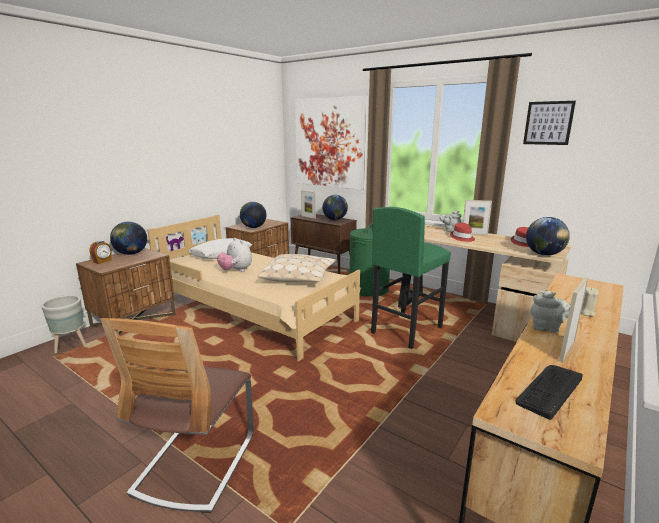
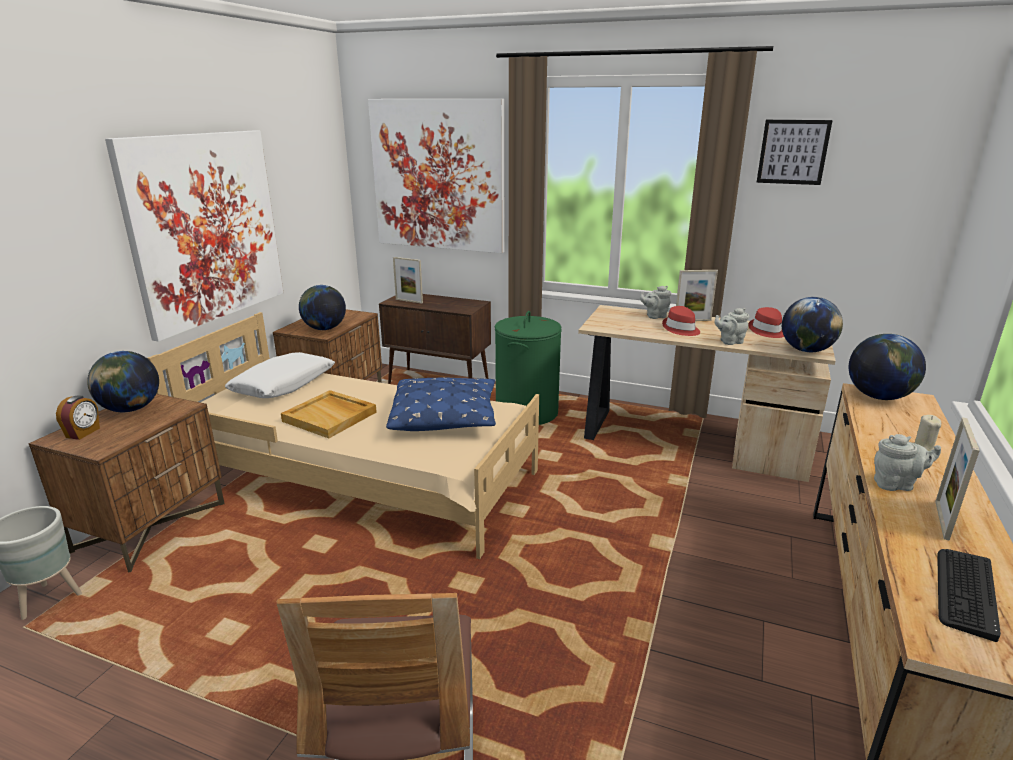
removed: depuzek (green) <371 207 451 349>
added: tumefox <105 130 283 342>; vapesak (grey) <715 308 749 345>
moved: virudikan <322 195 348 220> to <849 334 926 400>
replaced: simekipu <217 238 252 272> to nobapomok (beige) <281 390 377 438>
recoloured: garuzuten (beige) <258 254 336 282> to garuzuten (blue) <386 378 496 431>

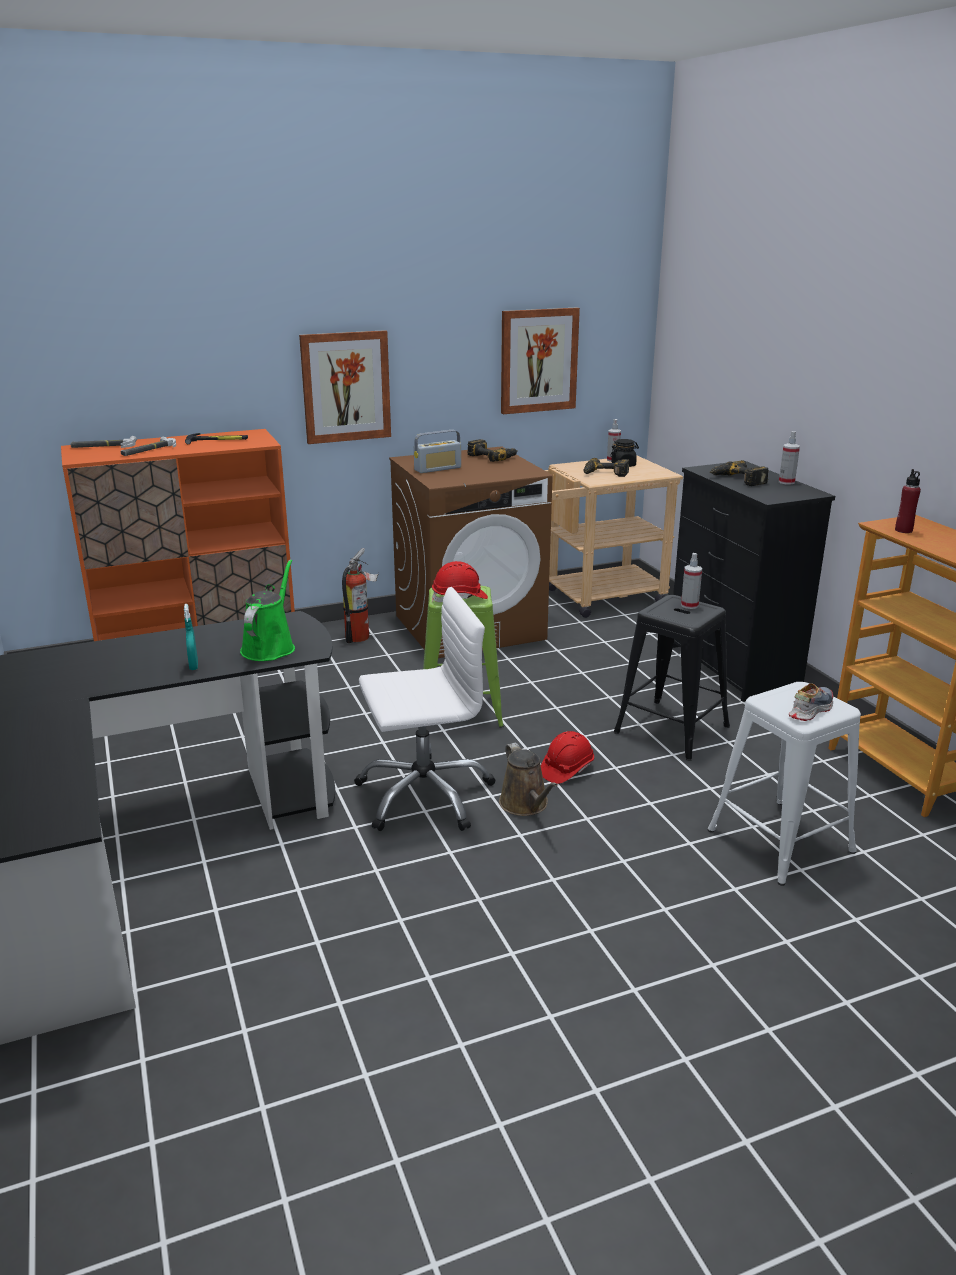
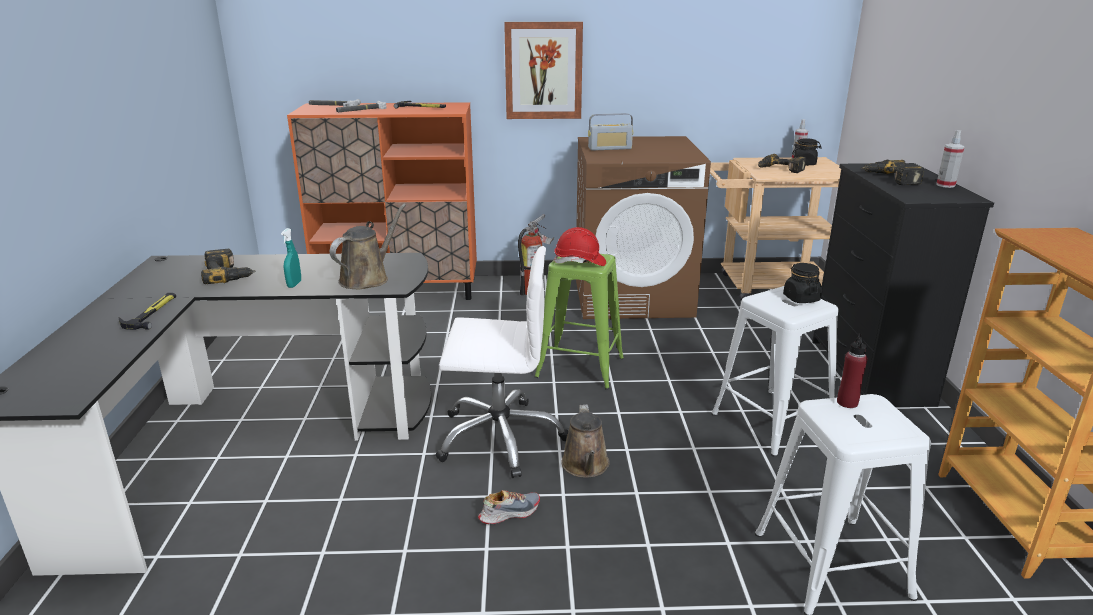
removed: tumefox <501 308 580 414>; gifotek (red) <541 731 594 784>
added: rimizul <119 293 176 330>
moved: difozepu <467 439 518 462> to <201 249 256 284>; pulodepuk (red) <895 469 921 533> to <837 333 868 408>; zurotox <789 683 833 721> to <478 490 540 524>
replaced: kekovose <681 553 702 609> to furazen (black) <783 263 822 303>
recoloured: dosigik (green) <240 560 295 661> to dosigik (brown) <330 204 406 289>; depuzek (black) <614 595 730 761> to depuzek (white) <711 286 839 457>

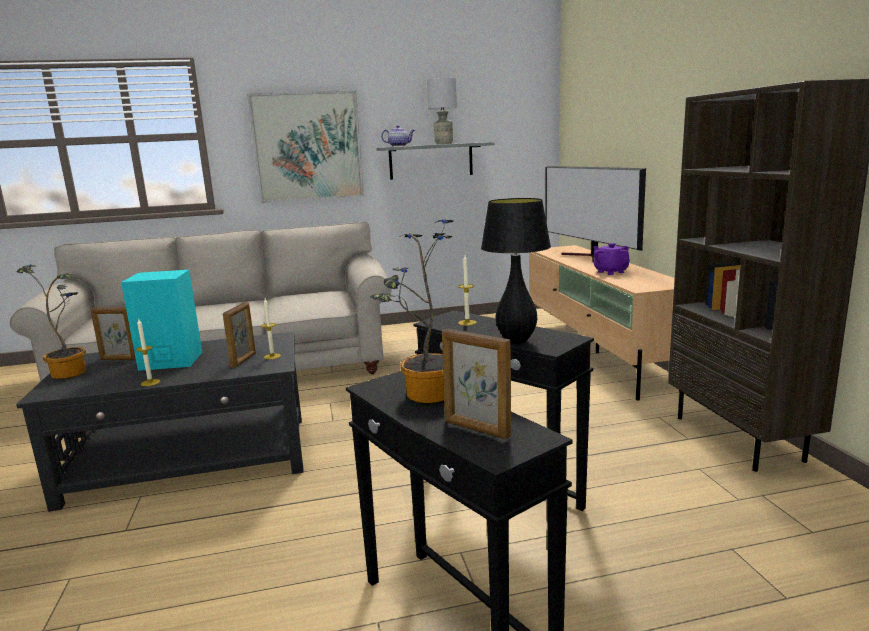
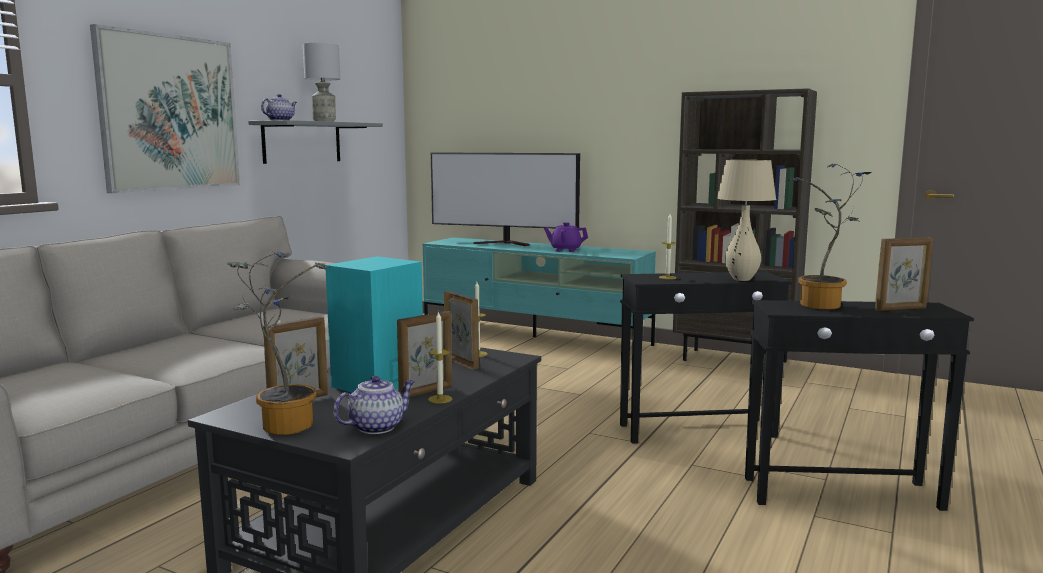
added: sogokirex <397 311 452 398>; vapesak <333 376 415 434>
recoloured: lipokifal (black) <481 198 551 344> to lipokifal (beige) <717 160 776 281>; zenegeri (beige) <529 245 675 400> to zenegeri (turquoise) <423 237 656 346>

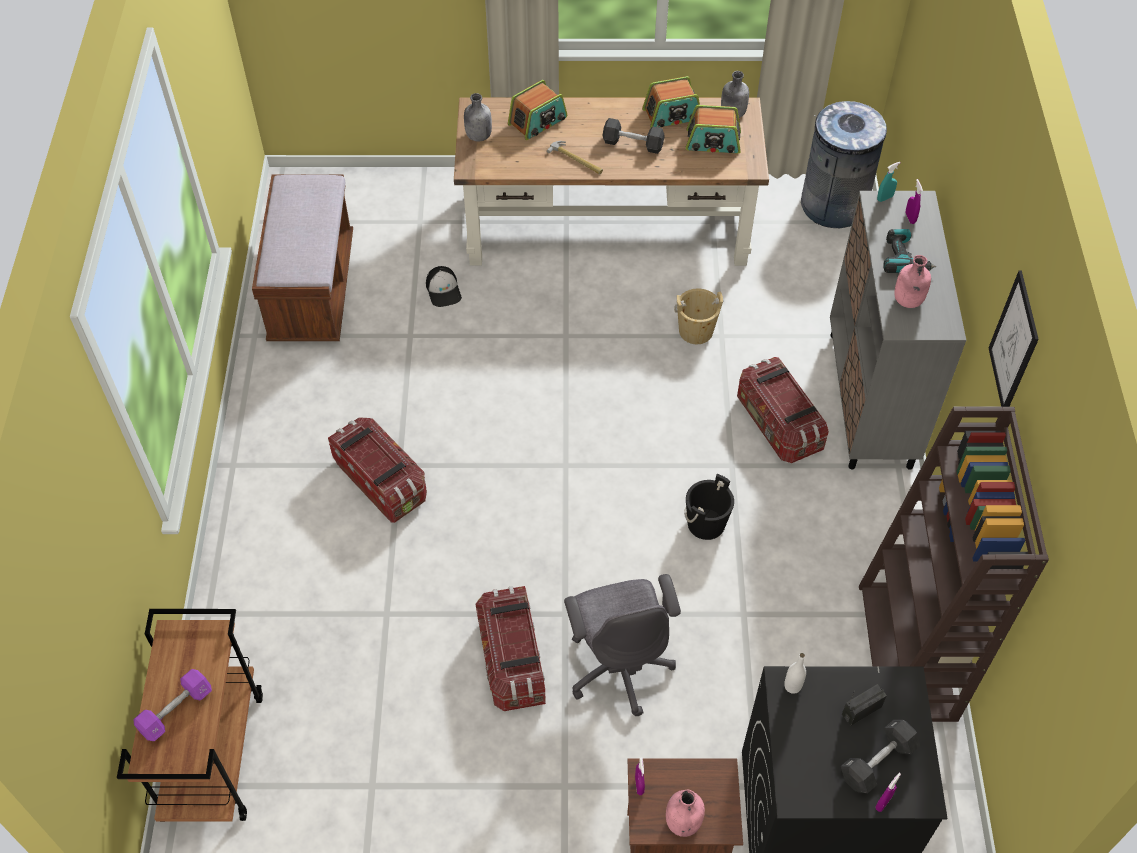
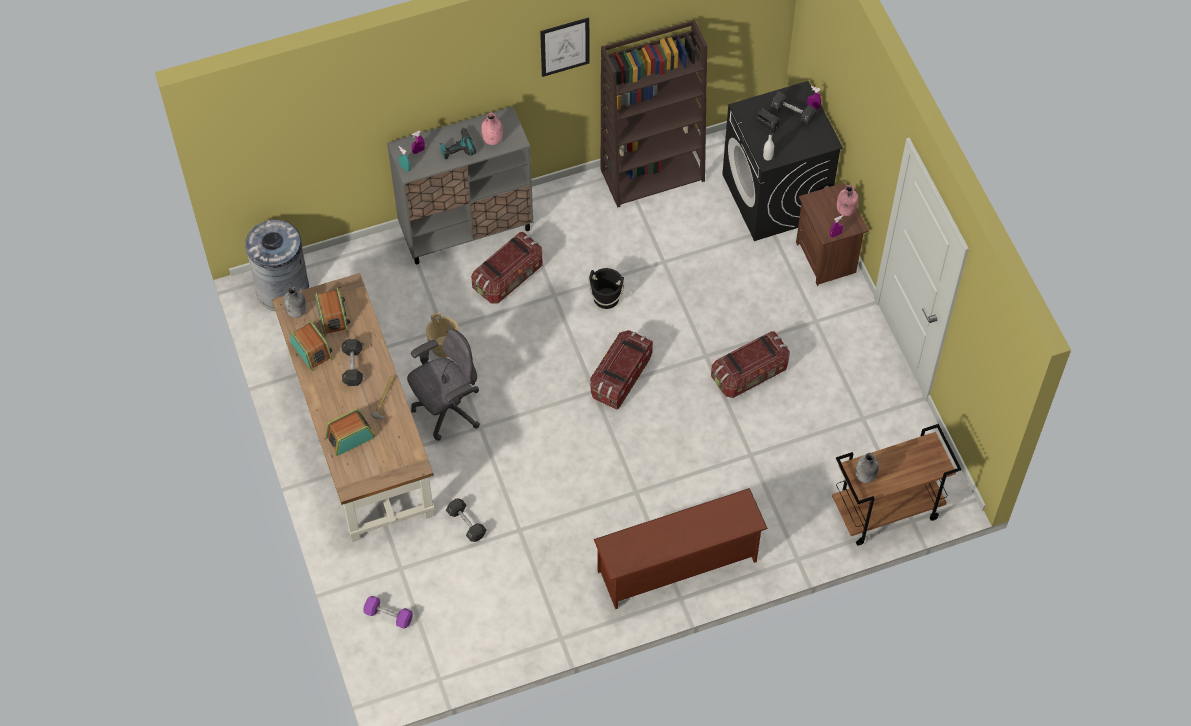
removed: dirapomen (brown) <252 174 353 341>
added: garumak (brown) <594 488 768 609>
moved: pulodepuk (grey) <464 93 492 142> to <855 453 879 483>; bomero <328 417 427 523> to <590 330 653 410>; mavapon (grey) <564 574 681 716> to <407 329 480 441>; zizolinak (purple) <133 669 212 741> to <363 596 413 629>
replaced: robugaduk <426 266 462 307> to zizolinak (black) <446 498 487 542>
turned: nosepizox <508 80 567 140> = <325 409 375 456> 60 degrees counterclockwise

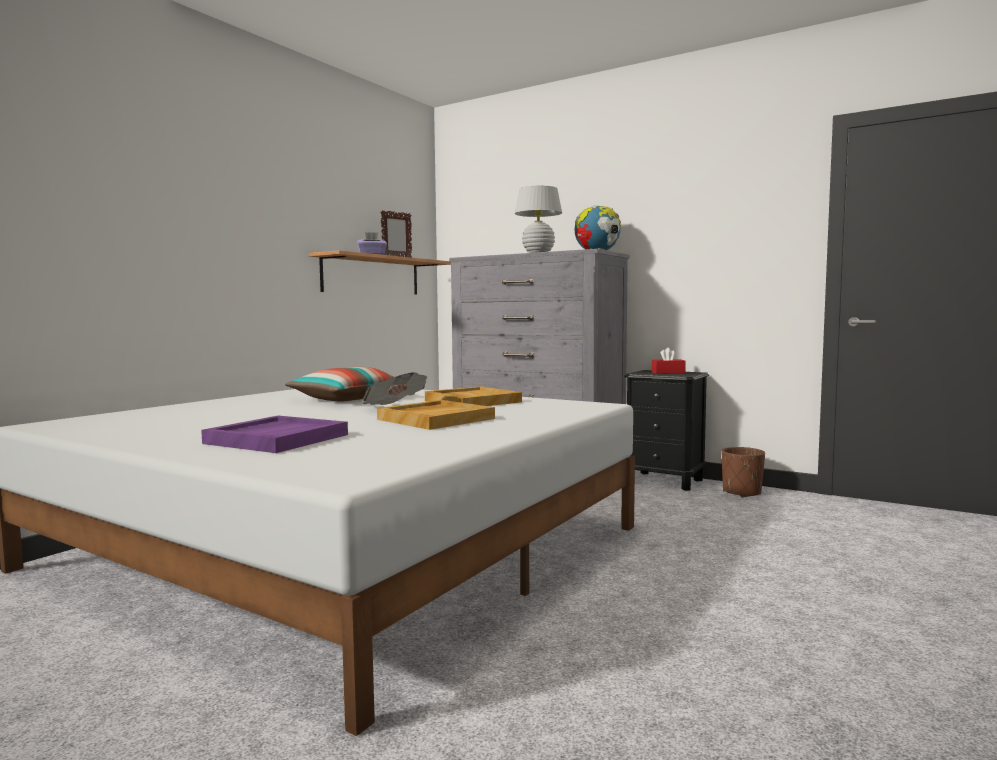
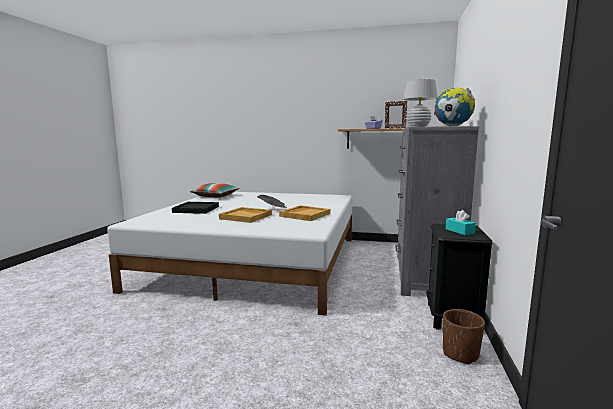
moved: garuzuten <285 367 393 402> to <190 183 240 198>
recoloured: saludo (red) <652 348 686 374> to saludo (turquoise) <446 210 476 235>; nobapomok (purple) <201 416 348 453> to nobapomok (black) <172 202 219 214>

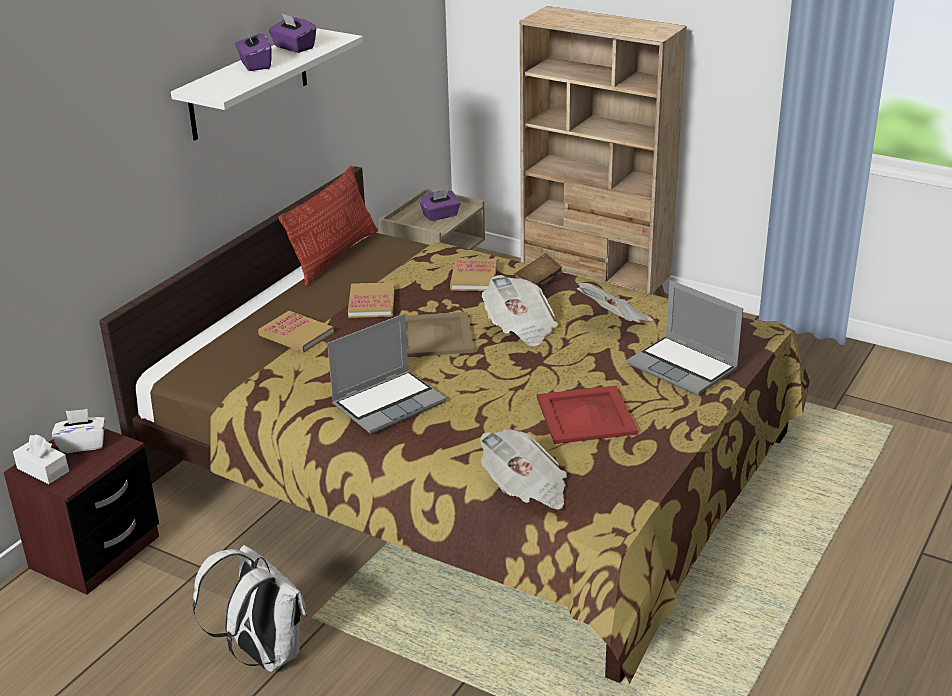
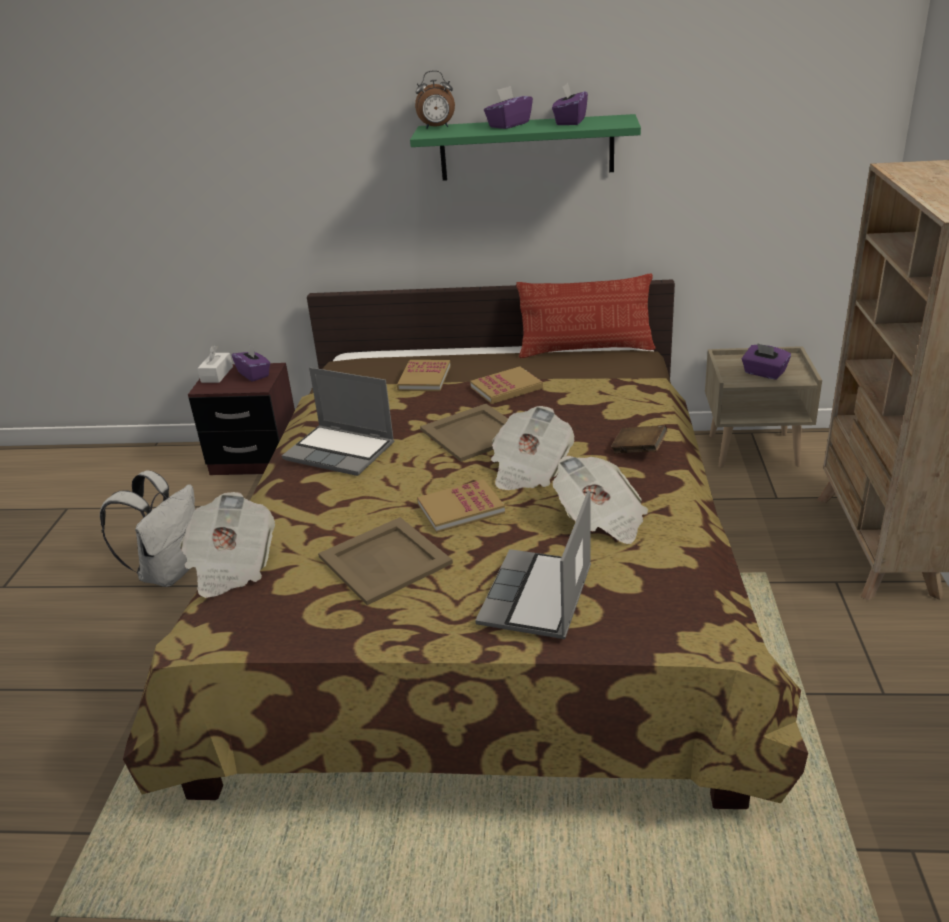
added: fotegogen <415 71 455 129>
moved: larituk <450 258 497 291> to <417 479 505 533>
recoloured: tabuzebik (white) <171 28 363 141> to tabuzebik (green) <410 114 641 181>; nobapomok (red) <537 386 638 444> to nobapomok (beige) <318 517 453 605>; saludo (white) <52 409 105 453> to saludo (purple) <232 344 270 382>

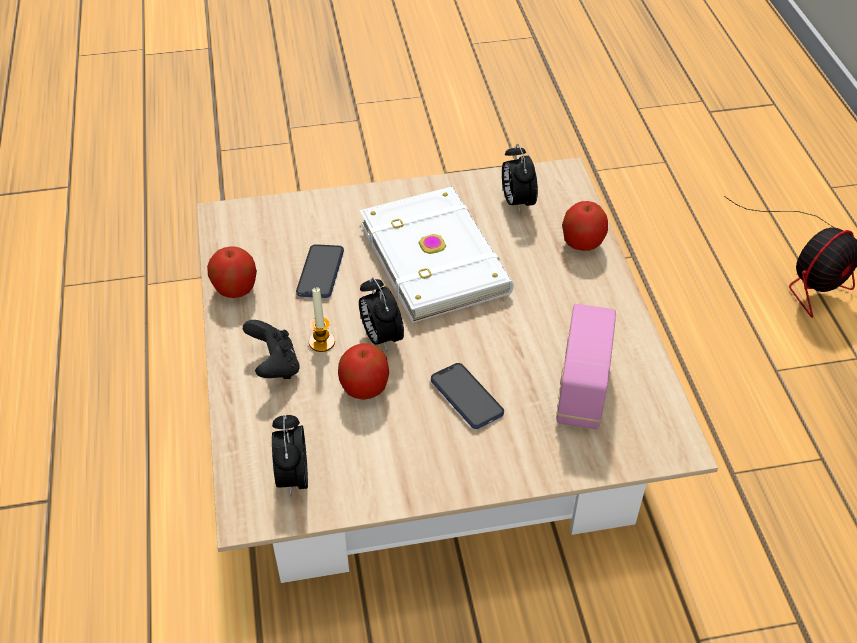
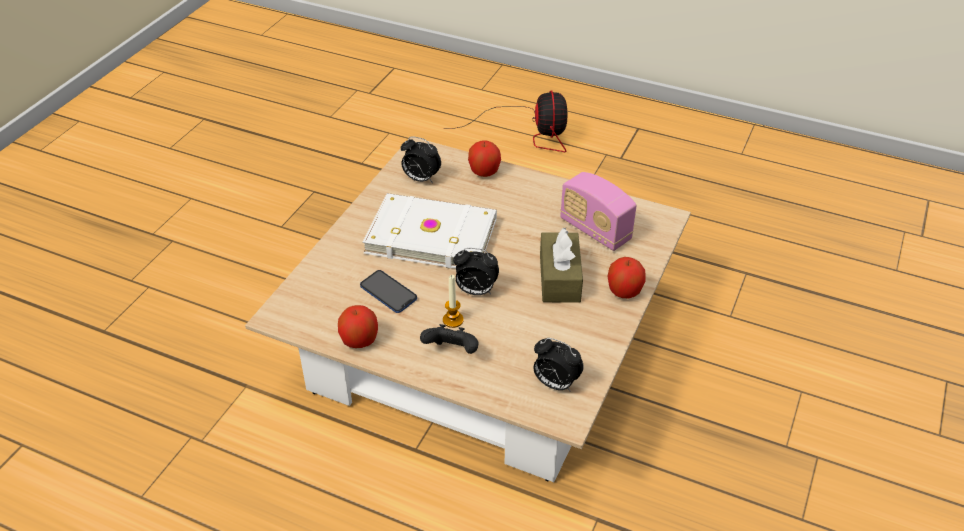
moved: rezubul <338 343 389 400> to <607 257 646 298>
replaced: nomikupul <431 363 504 429> to saludo (brown) <540 227 583 303>

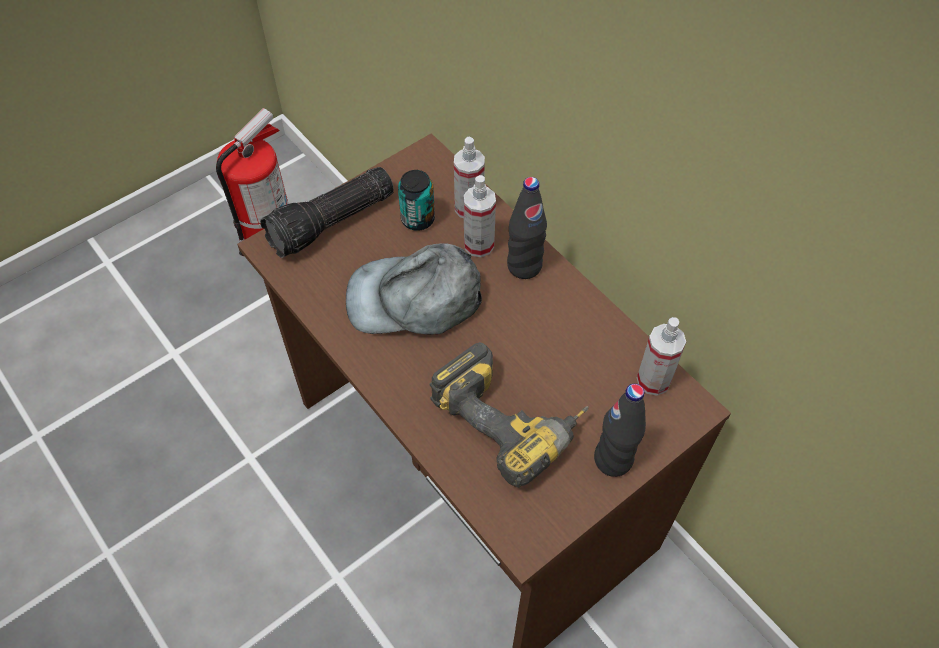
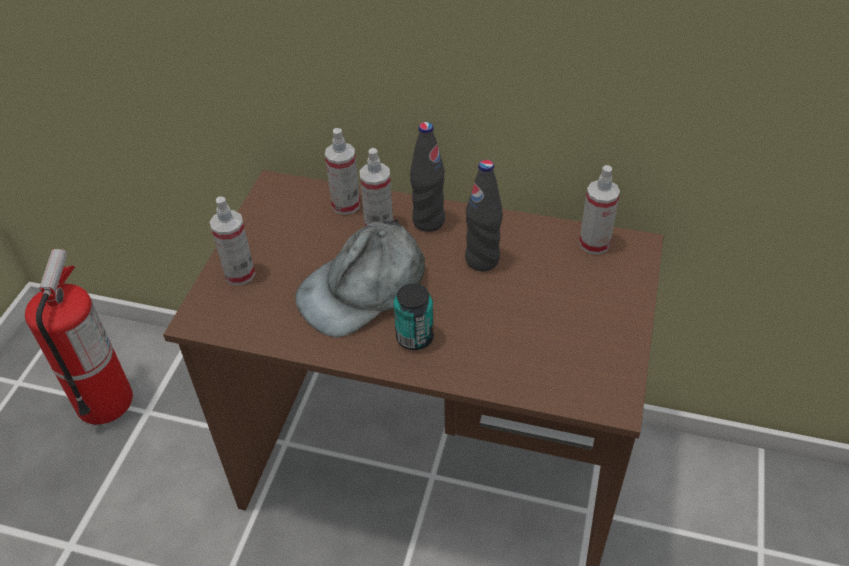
removed: difozepu <430 342 589 488>
moved: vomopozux <398 170 435 231> to <394 283 434 350>; pulodepuk (black) <594 384 646 477> to <465 160 503 271>
replaced: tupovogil <260 167 394 258> to kekovose <210 196 255 285>

